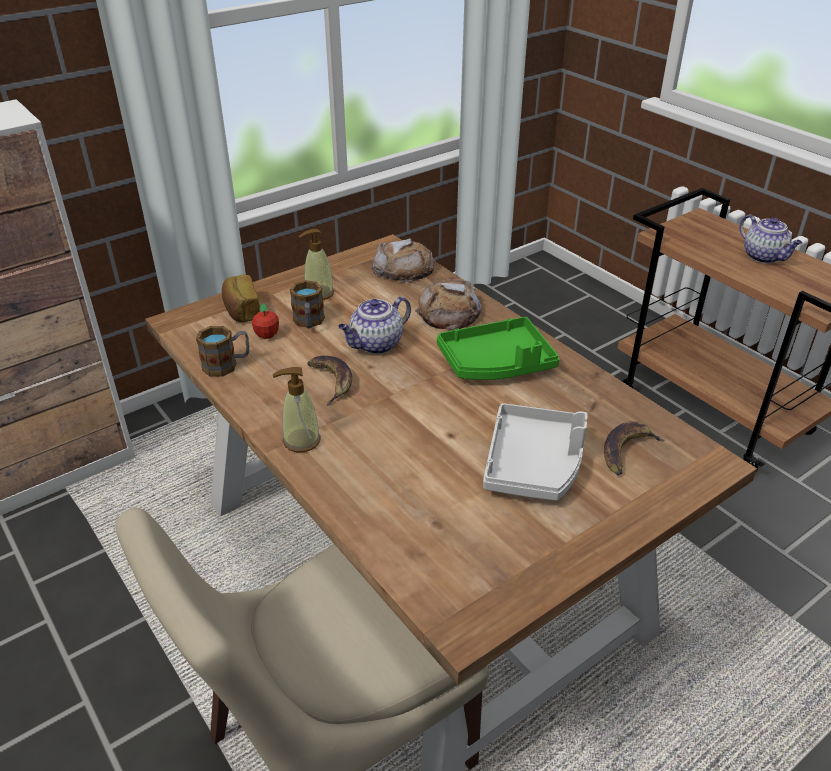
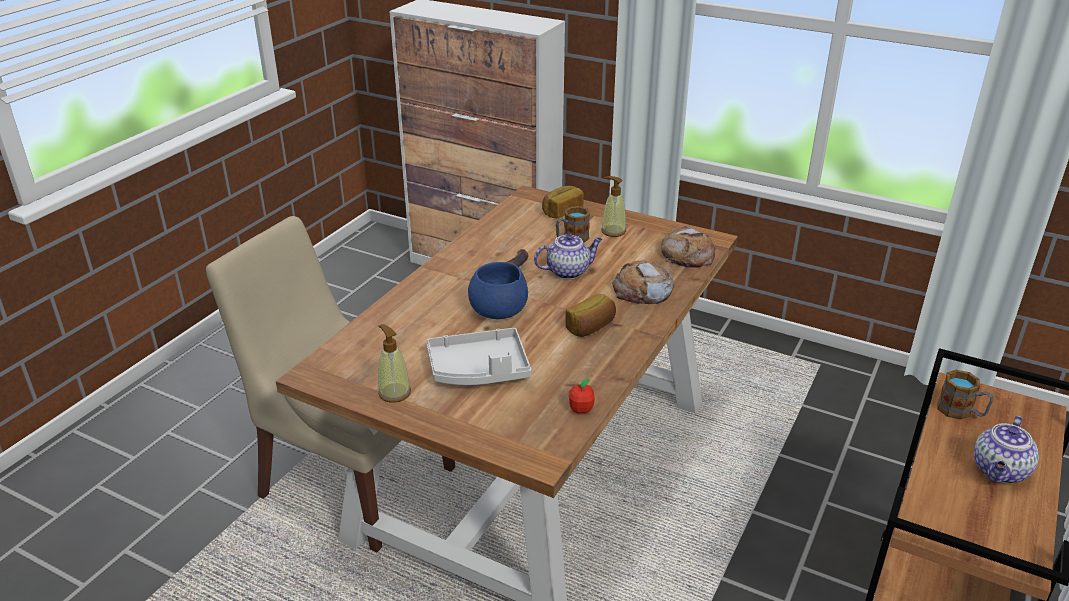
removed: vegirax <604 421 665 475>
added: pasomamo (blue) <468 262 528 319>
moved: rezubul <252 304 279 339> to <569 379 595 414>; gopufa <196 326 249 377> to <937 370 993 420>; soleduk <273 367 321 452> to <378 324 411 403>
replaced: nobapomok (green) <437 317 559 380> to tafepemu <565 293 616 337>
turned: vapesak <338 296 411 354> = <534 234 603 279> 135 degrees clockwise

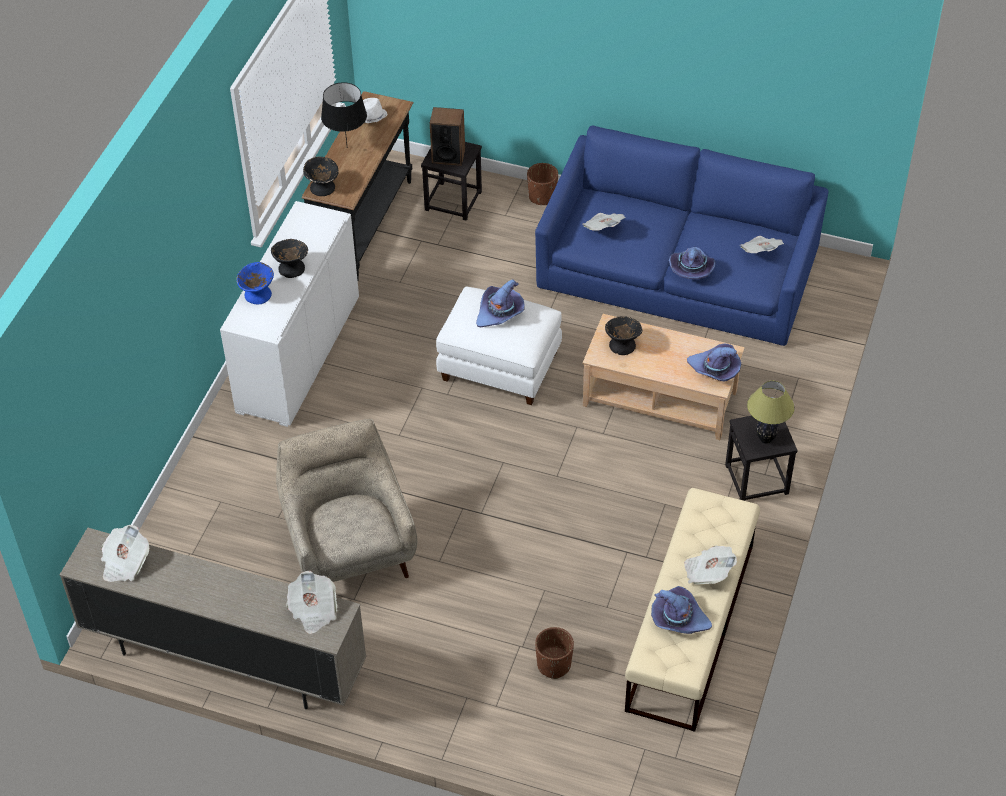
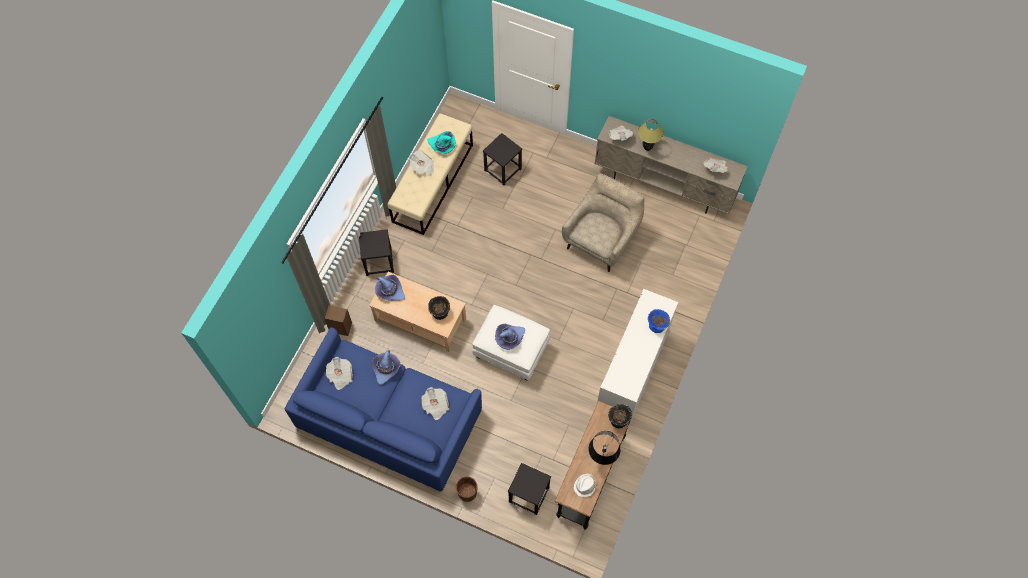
removed: pasomamo (black) <271 239 308 278>
moved: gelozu <430 107 465 166> to <324 305 352 336>; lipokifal <747 381 795 443> to <638 119 663 151>
replaced: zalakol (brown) <535 627 574 679> to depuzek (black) <483 133 522 186>
recoloured: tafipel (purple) <651 586 712 634> to tafipel (turquoise) <427 131 456 154>
turned: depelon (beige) <276 419 417 582> = <562 173 645 272> 135 degrees counterclockwise

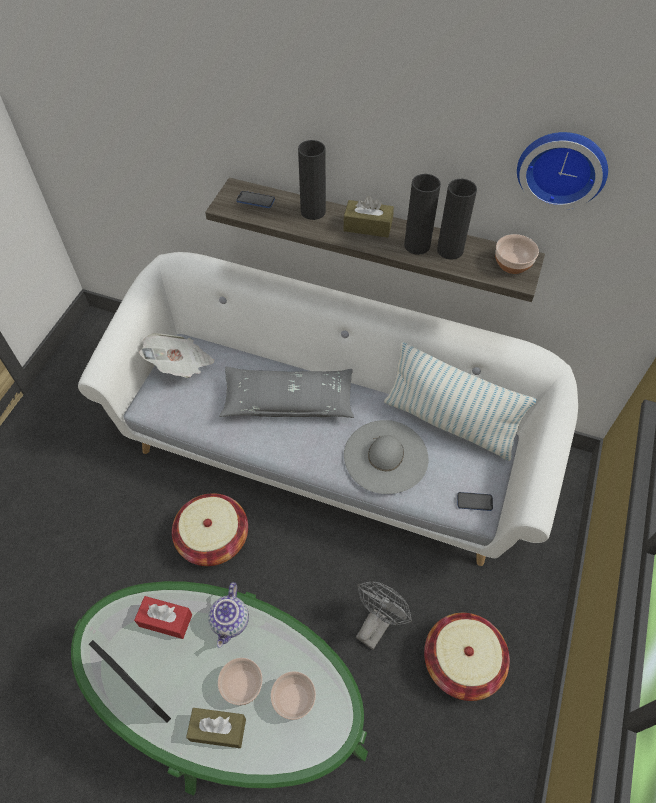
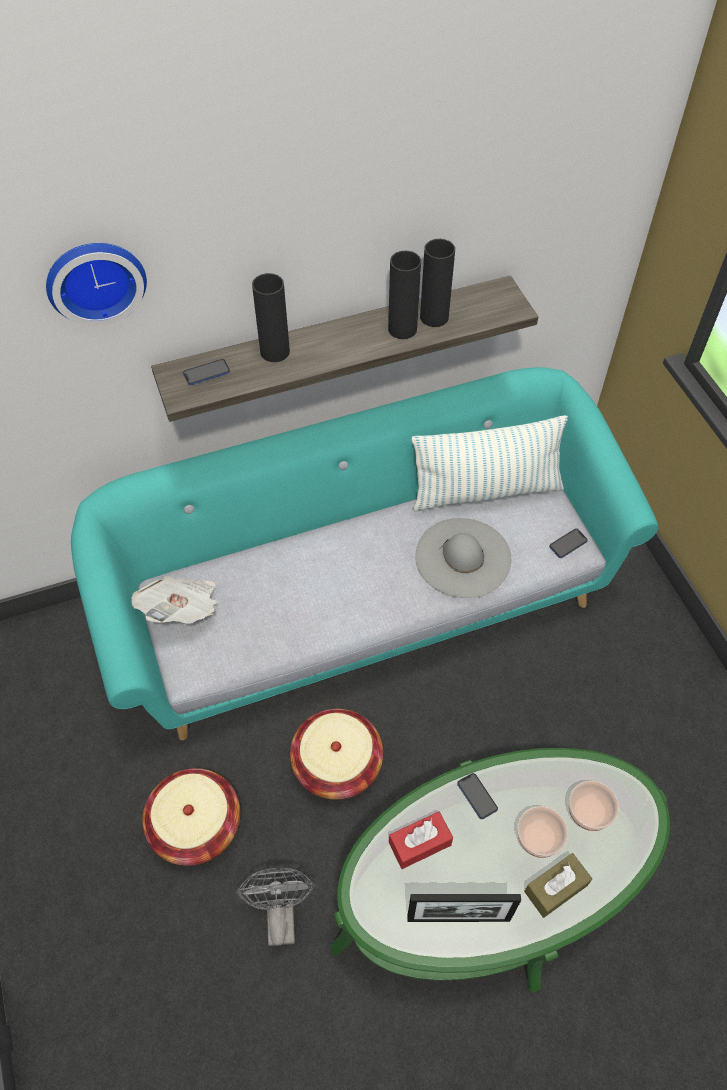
removed: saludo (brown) <343 196 394 238>; pasomamo <495 234 539 274>; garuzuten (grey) <219 366 354 418>
moved: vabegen <517 132 608 210> to <46 243 147 326>; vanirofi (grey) <356 581 412 650> to <236 868 315 946>; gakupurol <424 613 510 701> to <142 768 240 866>
replaced: vapesak <208 582 249 648> to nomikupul <457 773 498 819>
recoloured: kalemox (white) <78 252 578 566> to kalemox (turquoise) <71 367 658 740>

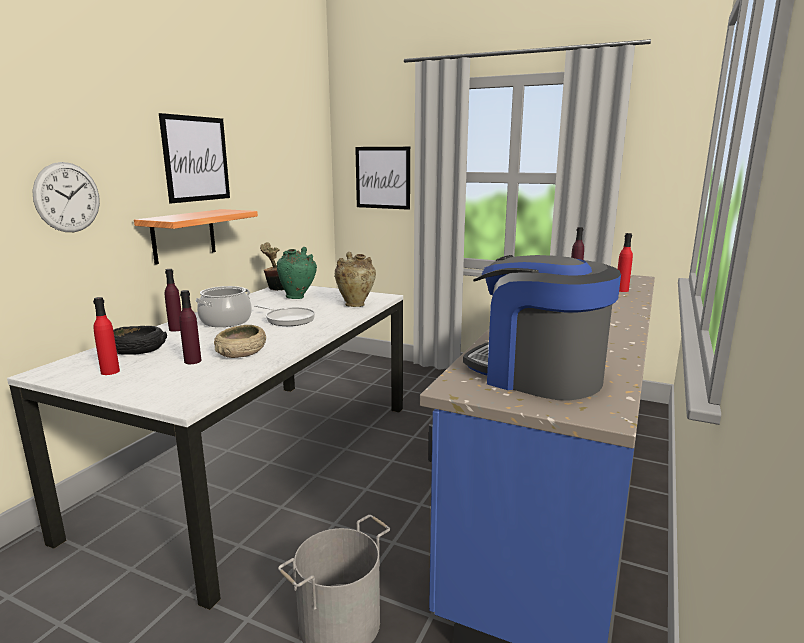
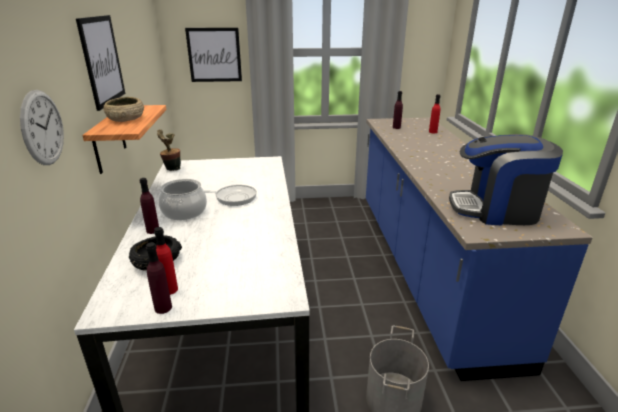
removed: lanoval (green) <277 247 317 299>; lanoval (beige) <335 252 376 307>
moved: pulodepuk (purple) <179 290 202 364> to <146 242 172 314>; pasomamo (beige) <214 325 266 358> to <103 97 144 122>

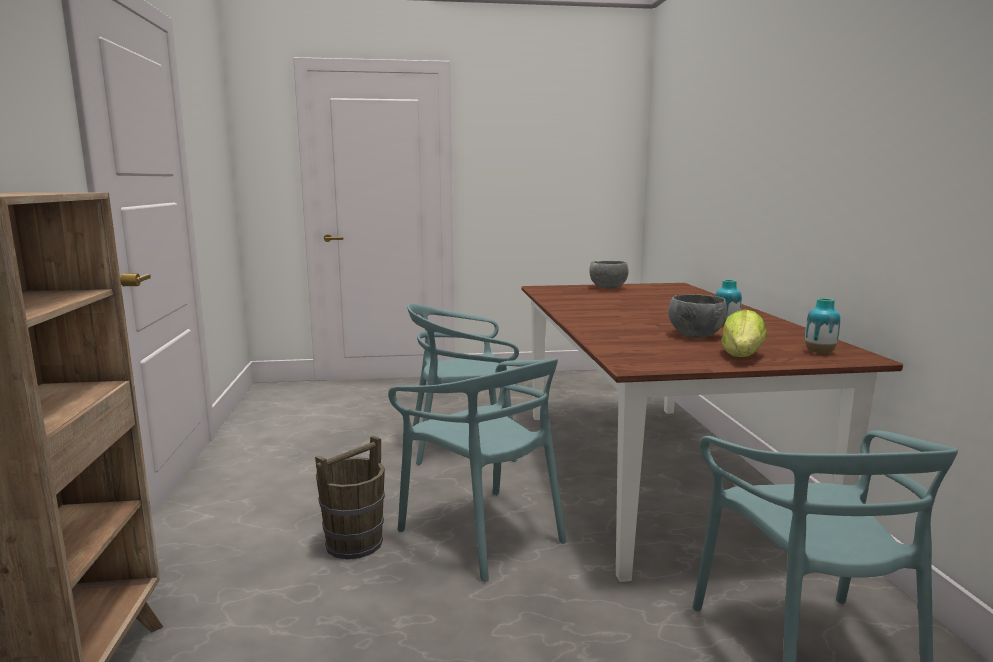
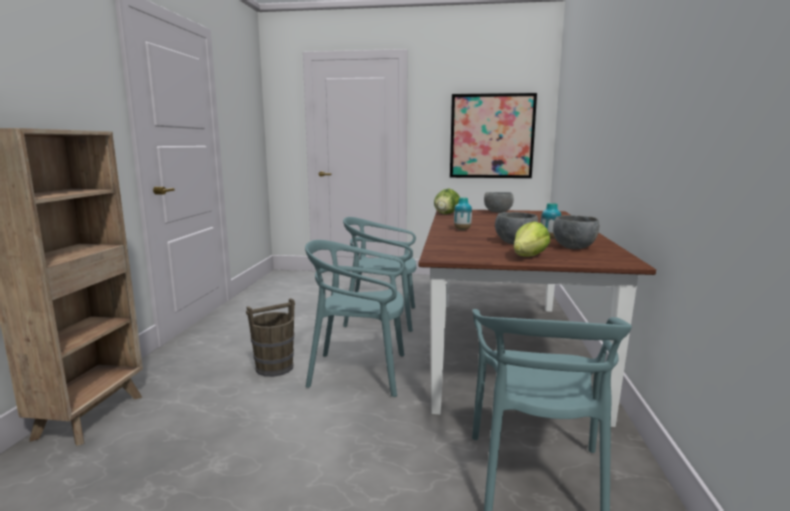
added: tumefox <450 93 537 178>; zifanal <434 188 460 214>; pasomamo (grey) <553 215 599 249>
moved: lanoval <805 298 840 354> to <454 197 472 230>
turned: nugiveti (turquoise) <388 358 566 582> = <305 240 405 397> 120 degrees clockwise

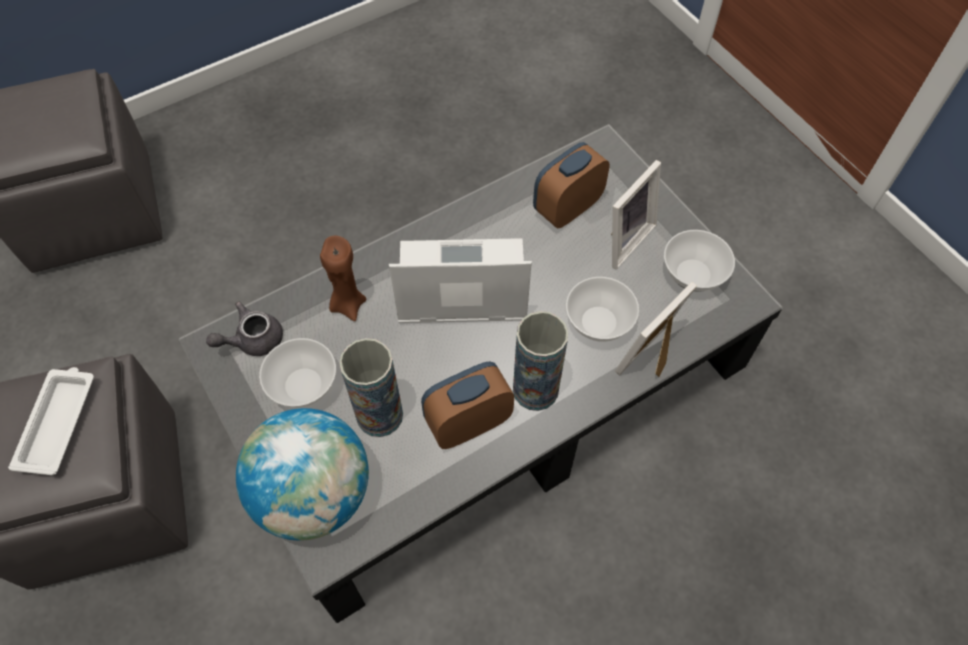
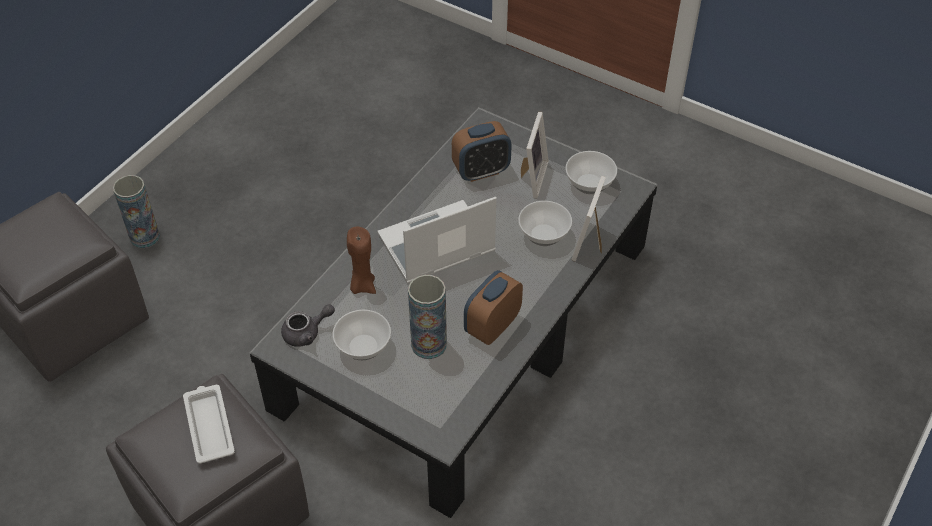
removed: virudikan <236 408 369 541>
moved: lanoval <513 311 568 411> to <113 175 160 248>
turned: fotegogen <533 142 610 228> = <452 121 512 182> 135 degrees counterclockwise; vapesak (grey) <206 302 283 356> = <281 304 335 347> 150 degrees counterclockwise

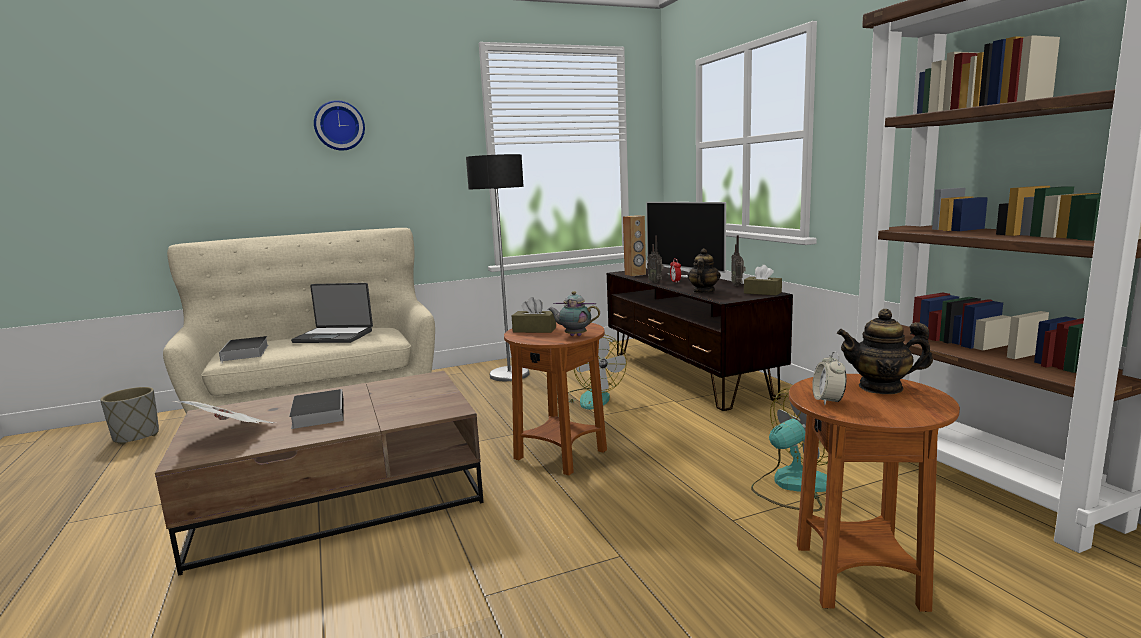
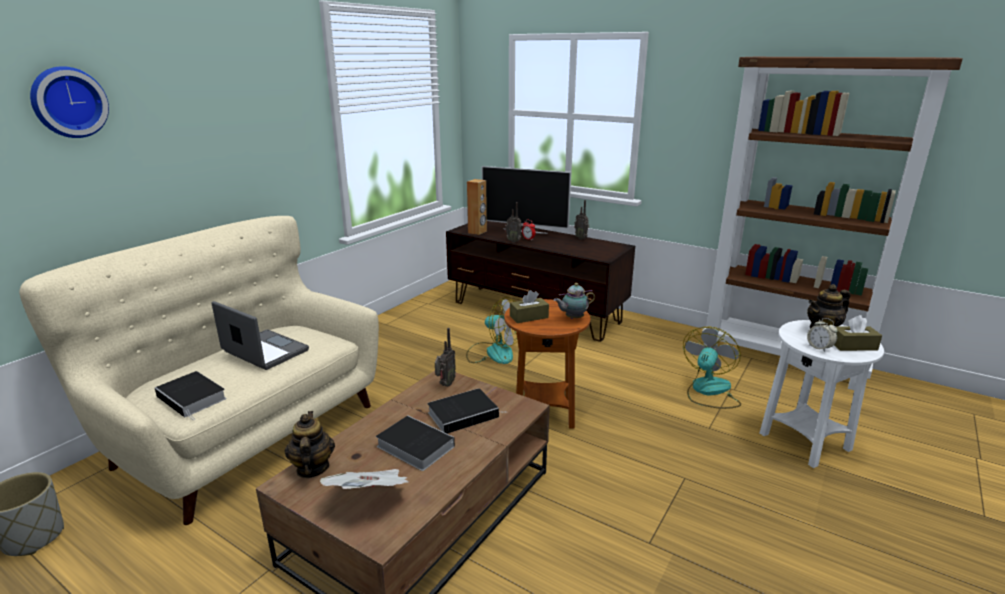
removed: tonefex <466 154 529 381>
added: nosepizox <435 328 456 387>; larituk <427 388 507 434>
moved: vabegen <314 100 365 151> to <30 66 109 138>; vapesak <688 248 721 293> to <285 411 335 478>; saludo (brown) <744 265 782 296> to <834 315 882 351>
recoloured: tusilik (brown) <789 374 960 612> to tusilik (white) <760 320 884 468>
turned: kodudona <291 283 373 343> = <211 301 309 370> 120 degrees counterclockwise

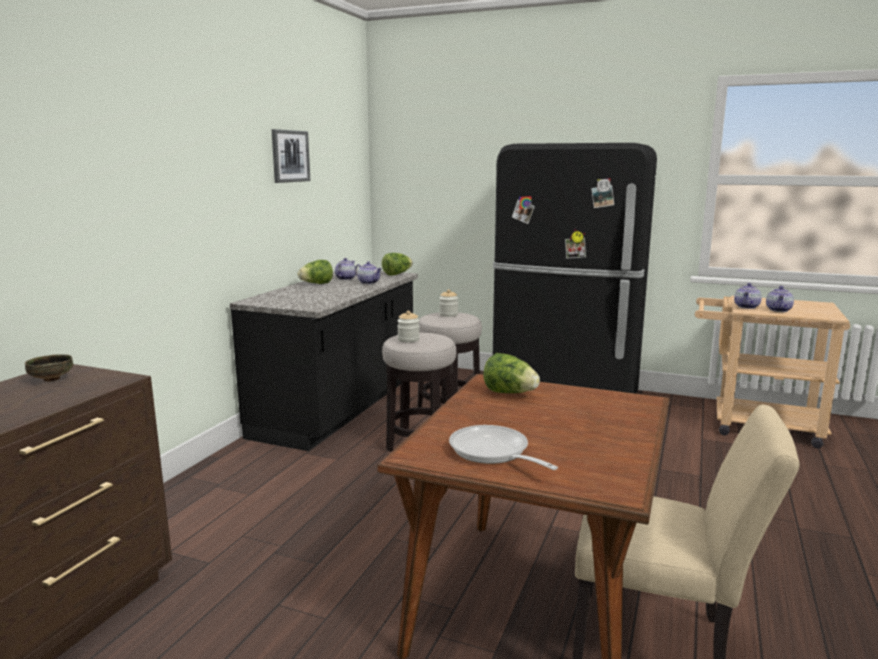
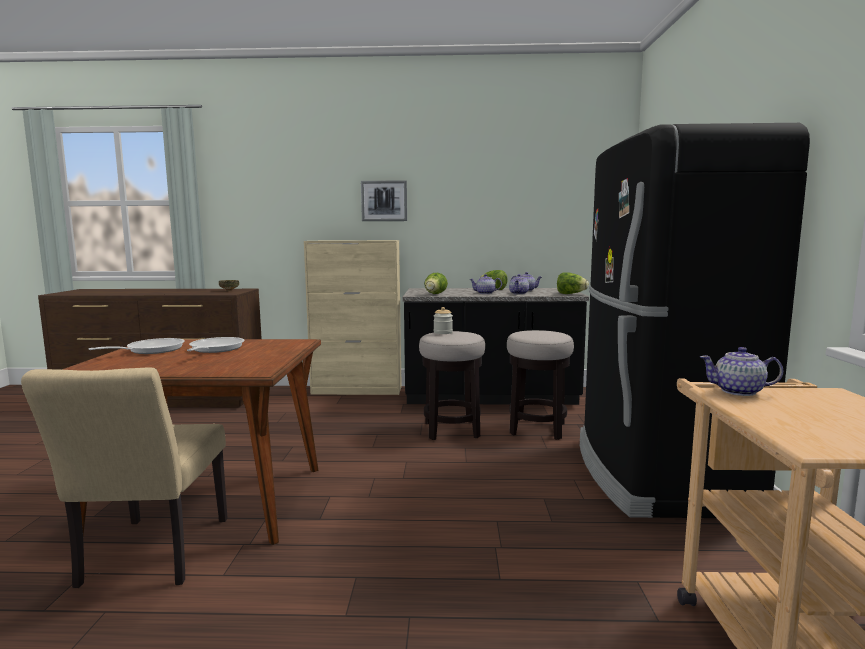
removed: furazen <439 289 458 317>
added: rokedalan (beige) <304 240 402 395>; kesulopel <187 337 244 353>
moved: tumefox <271 129 310 183> to <361 180 407 221>; vapesak <766 286 794 312> to <469 274 502 294>; zifanal <483 353 540 393> to <424 273 448 294>

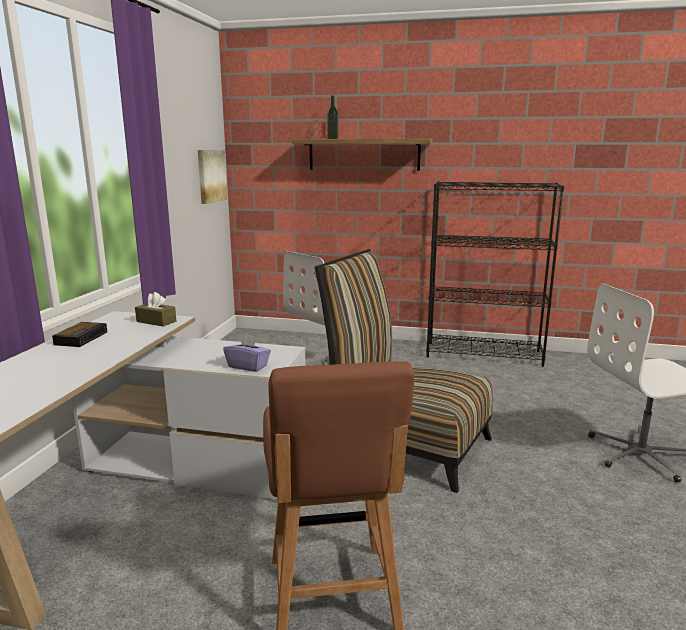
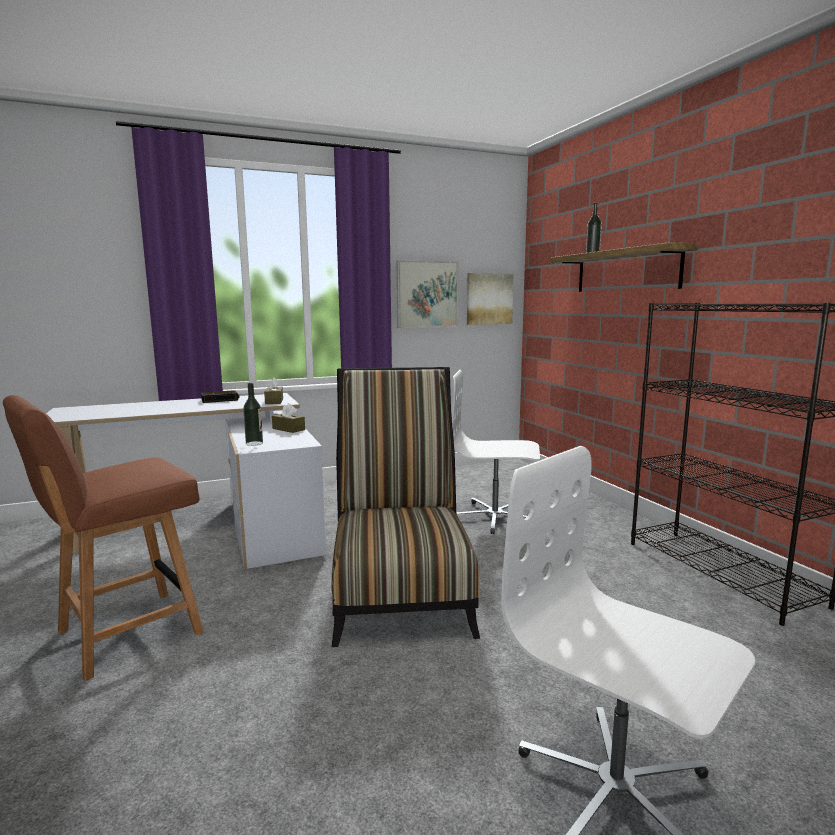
added: tumefox <397 260 458 328>; saludo (brown) <272 403 305 433>
replaced: saludo (purple) <223 334 271 372> to pulodepuk <243 383 263 446>

